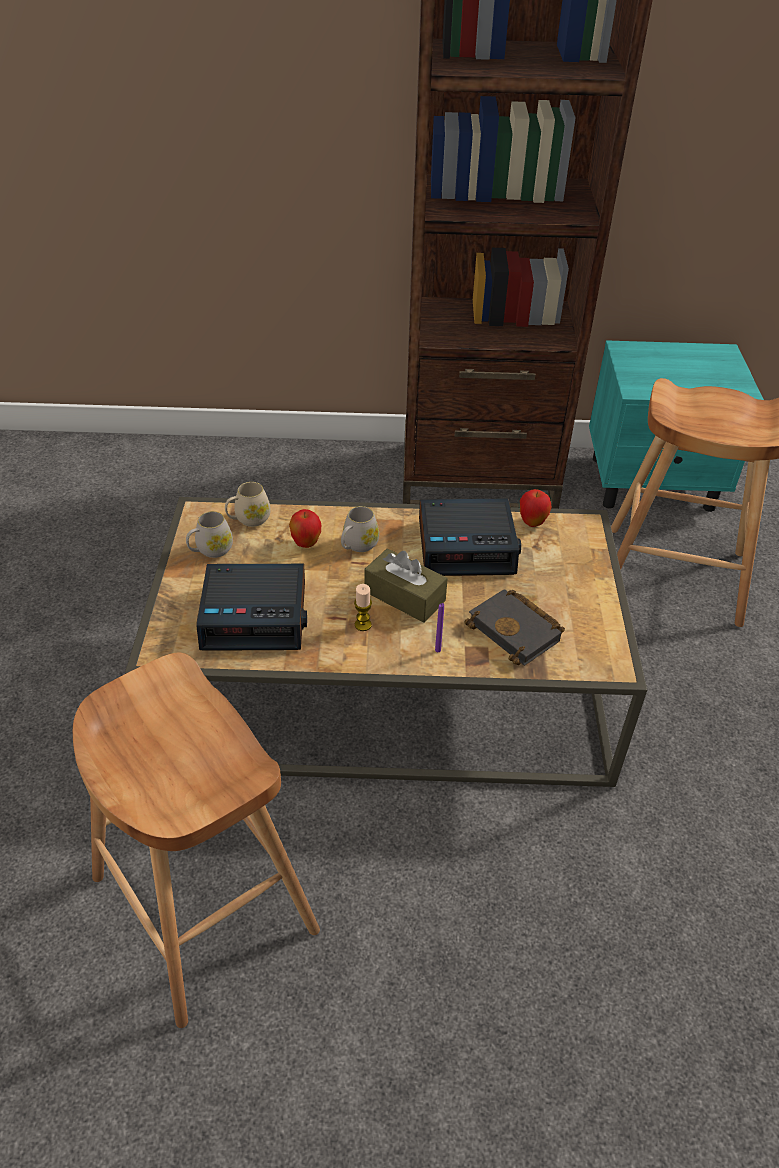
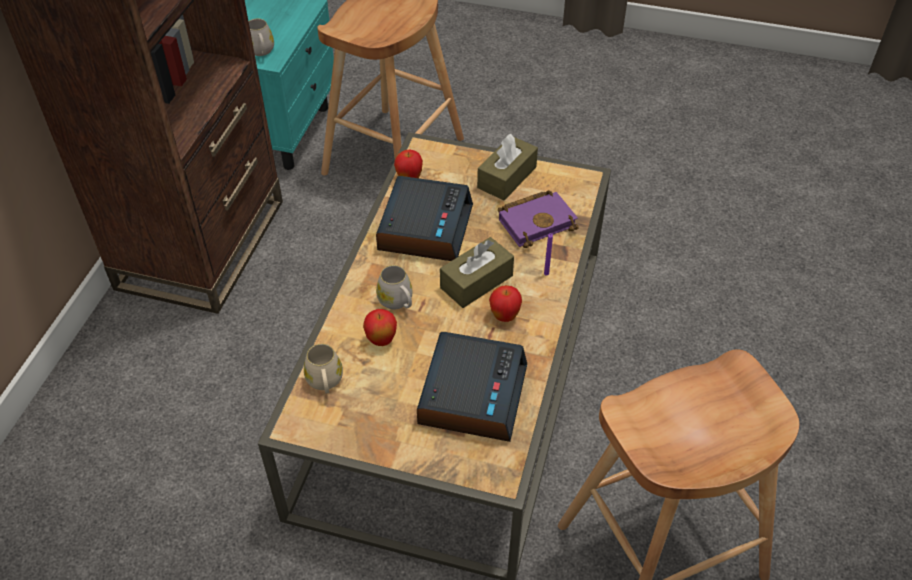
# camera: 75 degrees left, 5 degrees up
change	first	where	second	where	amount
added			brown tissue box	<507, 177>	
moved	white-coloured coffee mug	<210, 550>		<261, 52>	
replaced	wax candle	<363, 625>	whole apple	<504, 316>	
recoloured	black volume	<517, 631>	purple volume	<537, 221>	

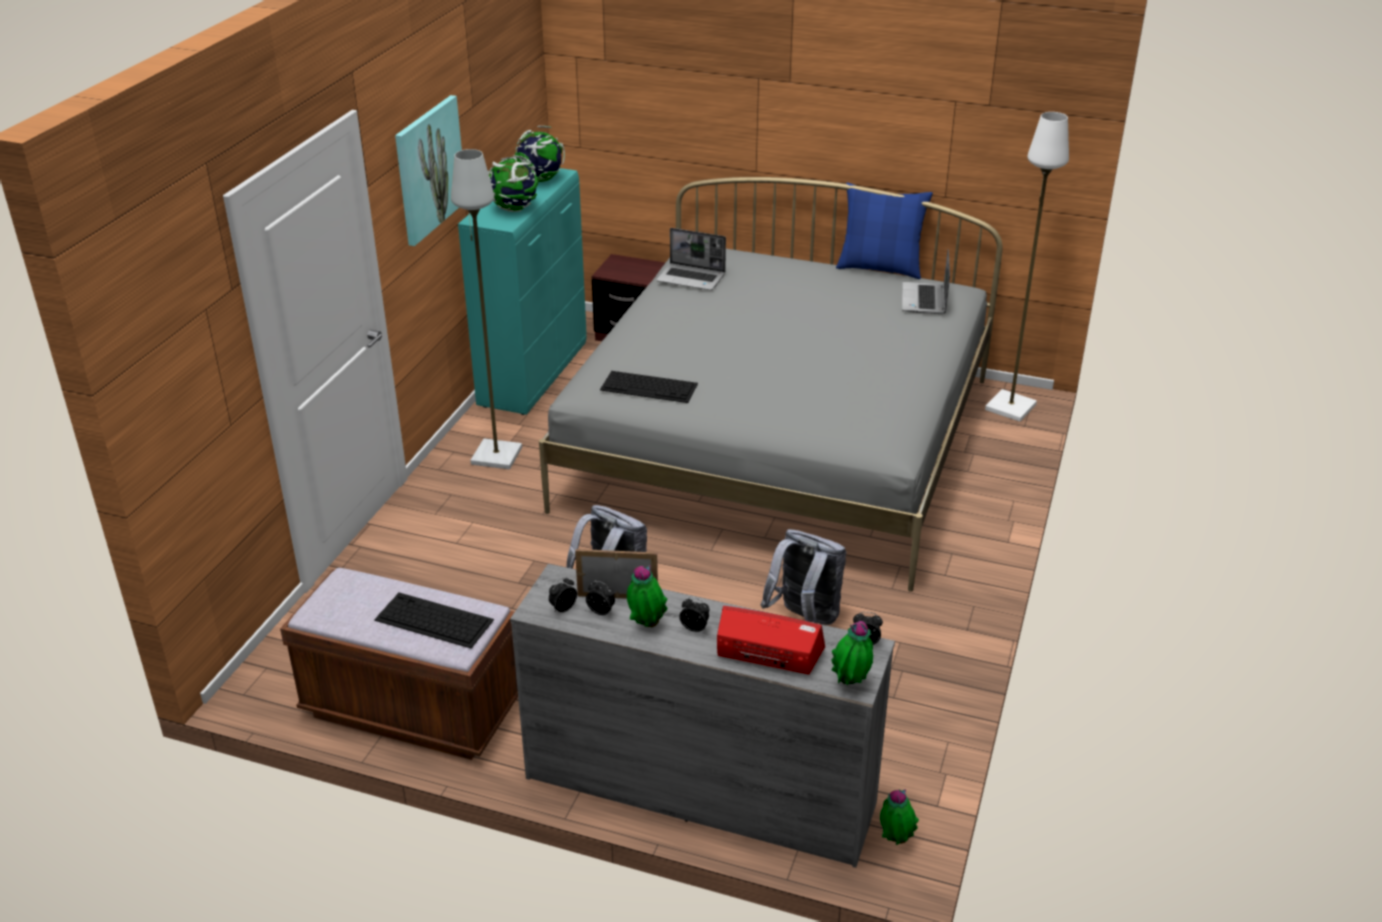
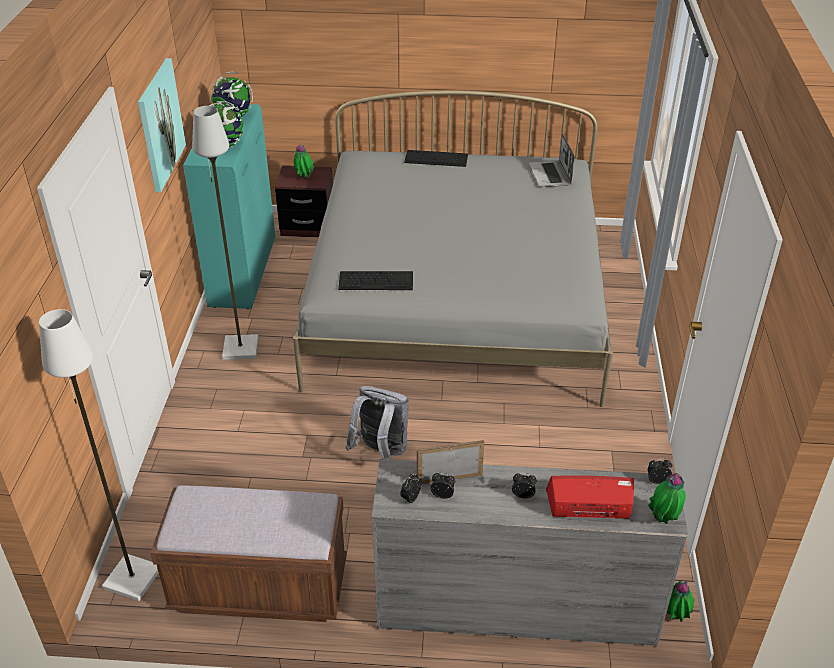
# camera: 15 degrees left, 5 degrees up
change	first	where	second	where	amount
removed	laptop	<692, 278>			
removed	greyish backpack	<804, 619>			
removed	blue cushion	<880, 268>			
moved	keyboard	<432, 620>		<435, 158>	
moved	houseplant	<646, 624>		<304, 178>	
moved	white-coloured standard lamp	<1011, 408>		<133, 579>	

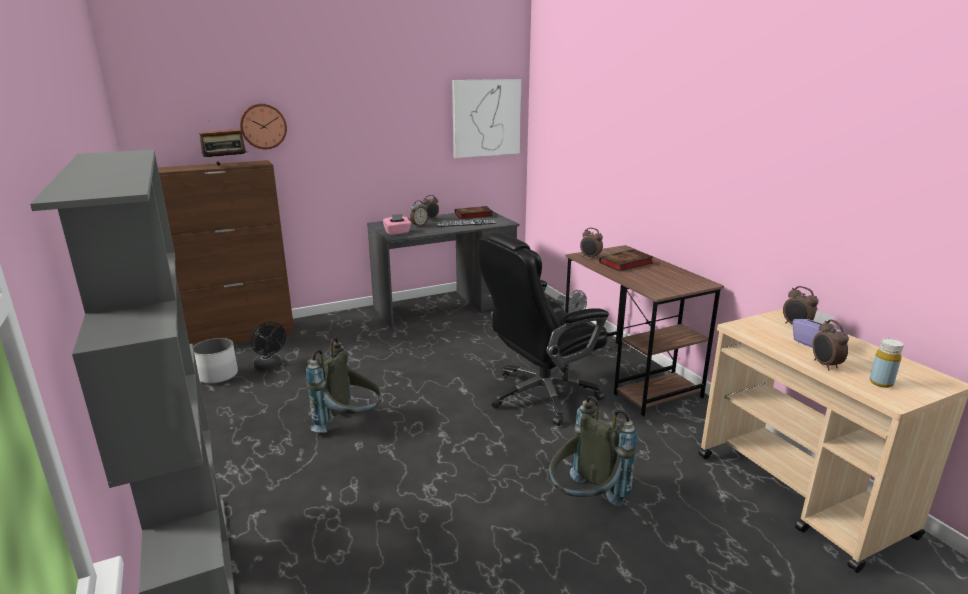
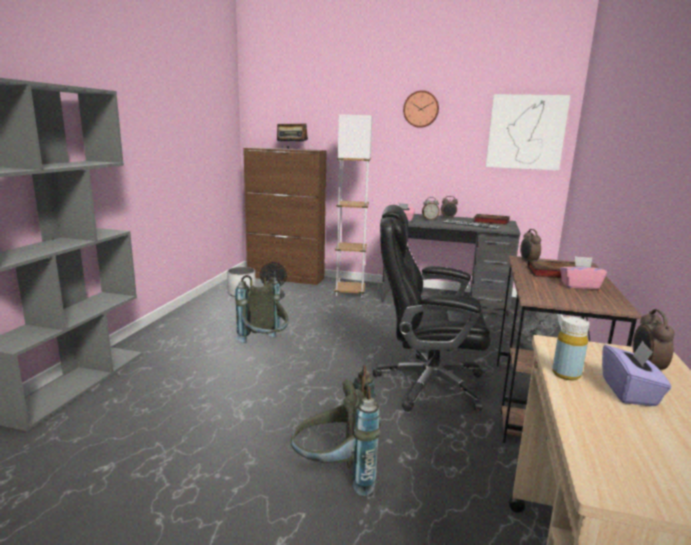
# camera: 40 degrees right, 5 degrees down
change	first	where	second	where	amount
removed	table clock	<825, 365>			
added			white-coloured standard lamp	<349, 292>	
added			pink tissue box	<579, 286>	
moved	clock on the wall	<263, 126>		<421, 109>	
moved	yellow bottle	<881, 383>		<566, 374>	

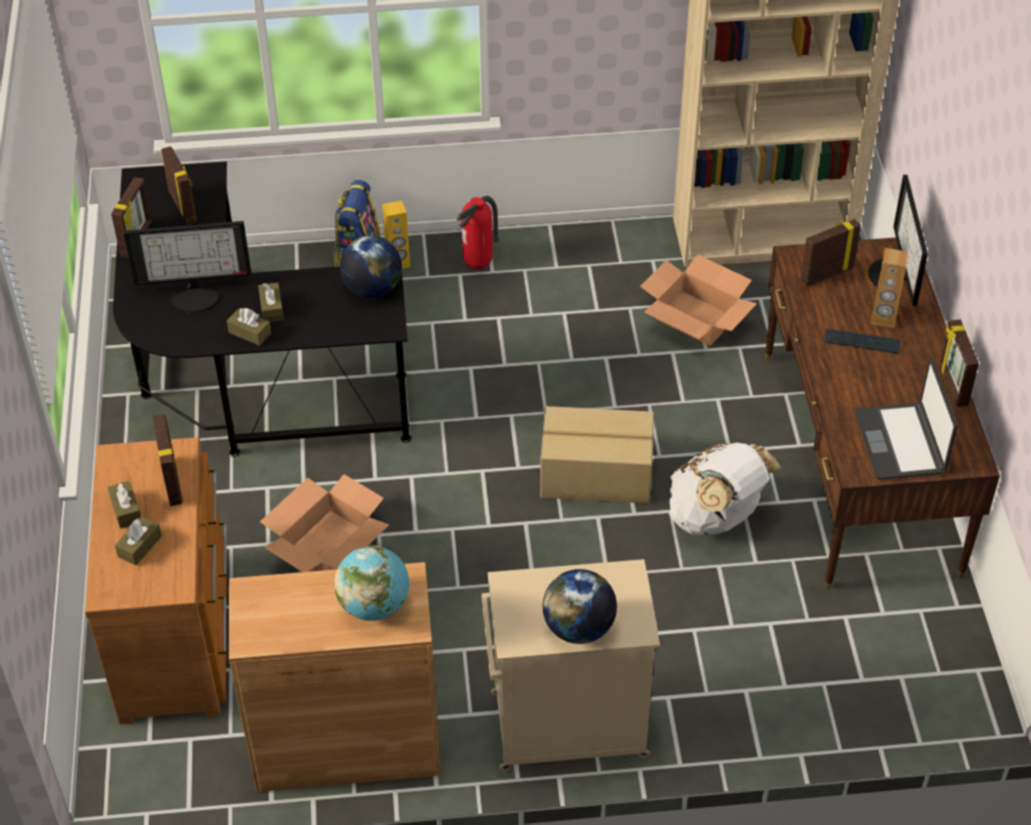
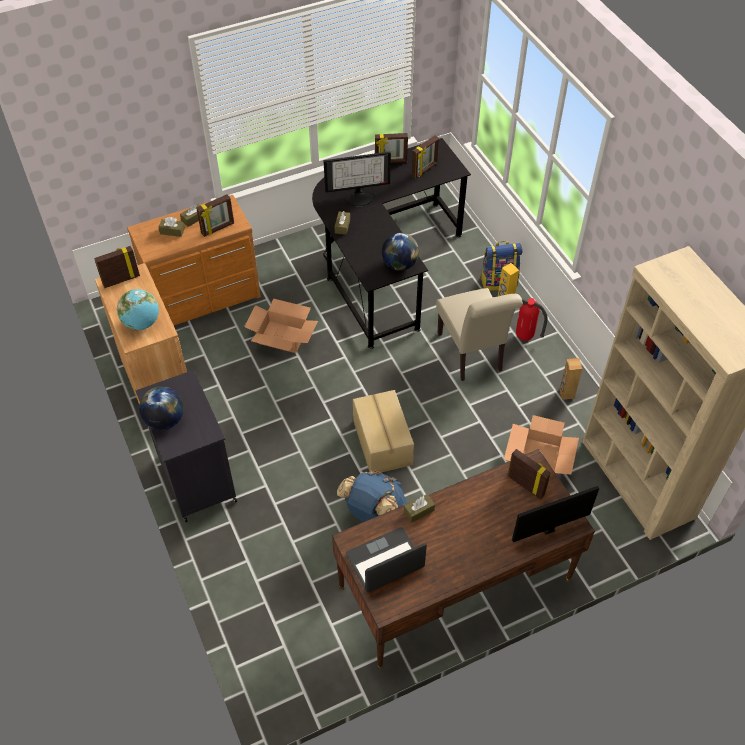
# camera: 70 degrees right, 5 degrees up
change	first	where	second	where	amount
removed	keyboard	<862, 342>			
added			beige plain chair	<472, 355>	
moved	brown tissue box	<271, 308>		<419, 511>	
moved	brown audio speaker	<883, 318>		<566, 393>	
moved	picture frame	<952, 385>		<121, 280>	
recoloured	beige cabinet	<565, 726>	black cabinet	<196, 477>	
recoloured	white-coloured backpack	<716, 517>	blue backpack	<374, 513>	
turned	computer display	<196, 296>		<359, 197>	75 degrees counterclockwise

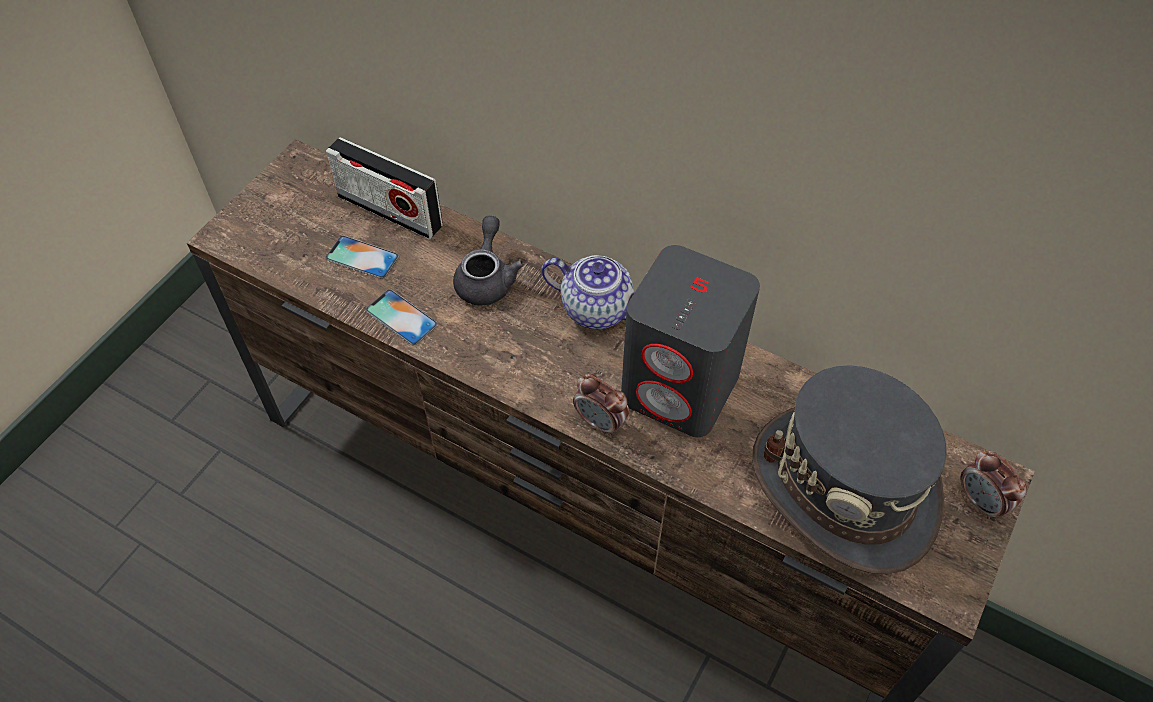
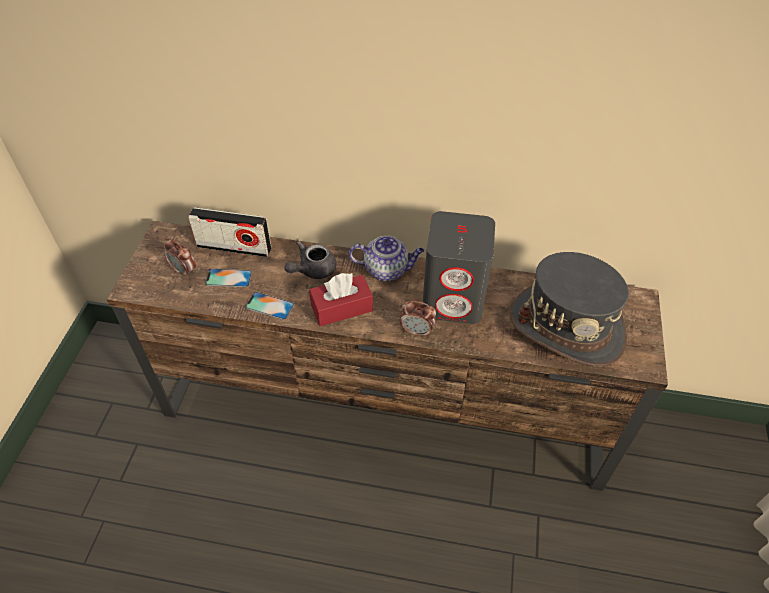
# camera: 20 degrees left, 5 degrees down
change	first	where	second	where	amount
added			reddish tissue box	<341, 308>	
moved	table clock	<980, 502>		<184, 271>	
turned	greyish pot for tea	<487, 278>		<312, 270>	120 degrees counterclockwise

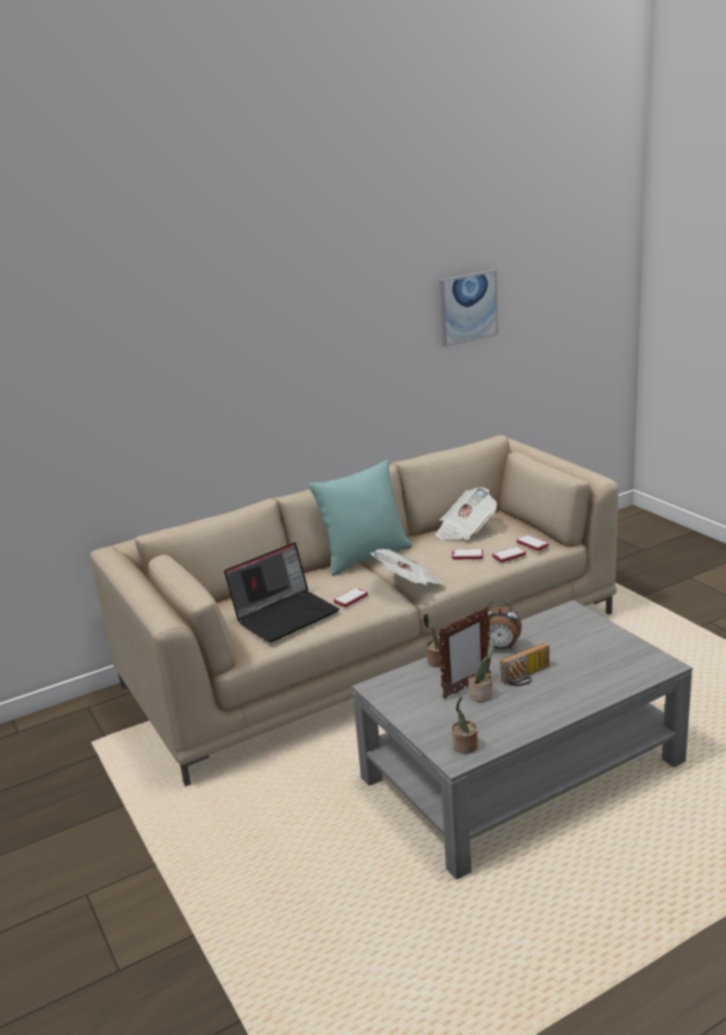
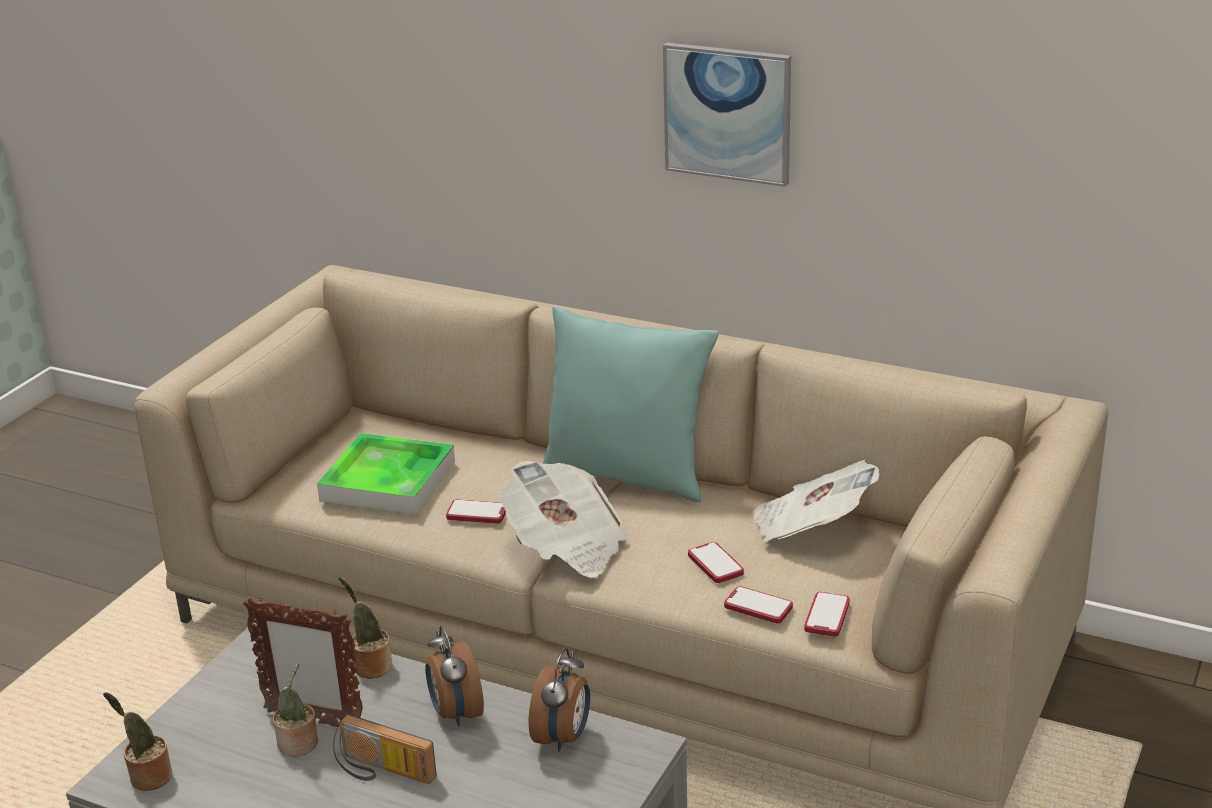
# camera: 55 degrees right, 5 degrees up
change	first	where	second	where	amount
added			table clock	<563, 737>	
moved	picture	<468, 307>		<728, 113>	
replaced	laptop	<286, 614>	carrying tray	<388, 481>	

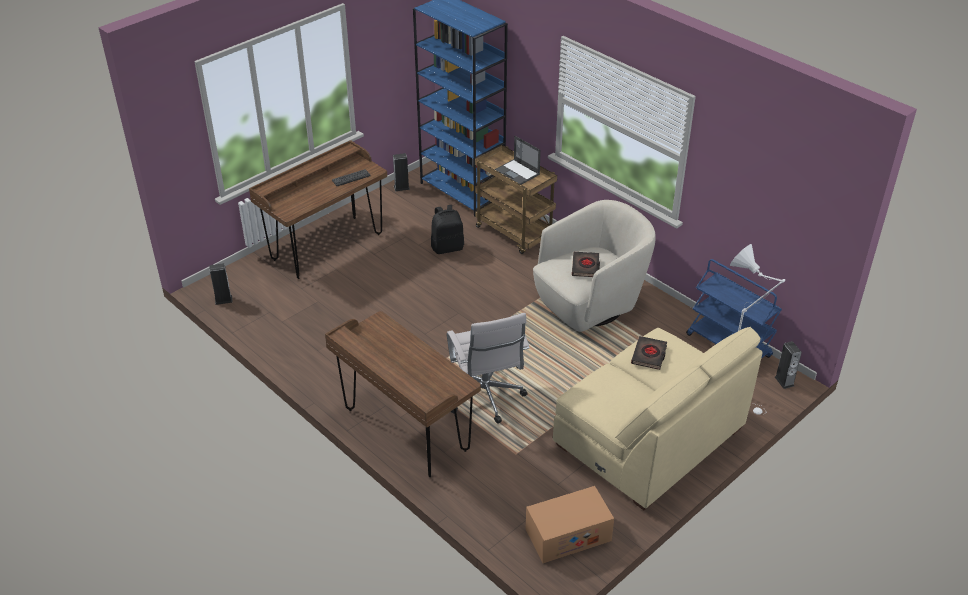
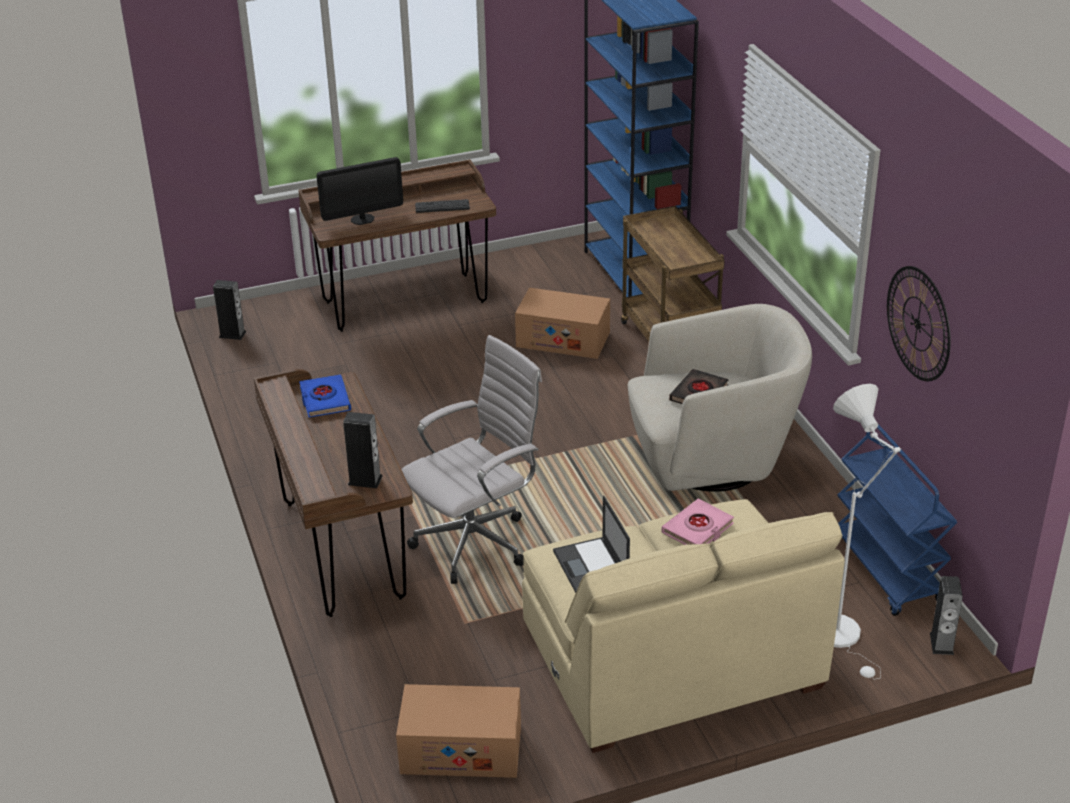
# camera: 25 degrees right, 5 degrees down
change	first	where	second	where	amount
added			blue volume	<325, 400>	
added			computer display	<362, 219>	
added			clock on the wall	<918, 323>	
moved	audio speaker	<401, 187>		<365, 480>	
moved	laptop	<517, 172>		<591, 567>	
replaced	black backpack	<447, 247>	carton	<563, 339>	
recoloured	black volume	<649, 355>	pink volume	<698, 529>	
turned	white-coloured office chair	<486, 398>		<477, 541>	135 degrees counterclockwise

